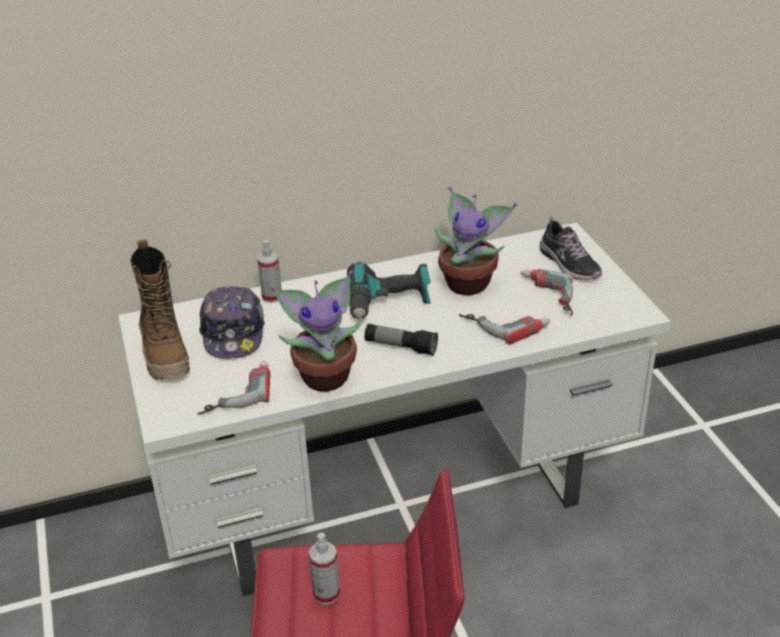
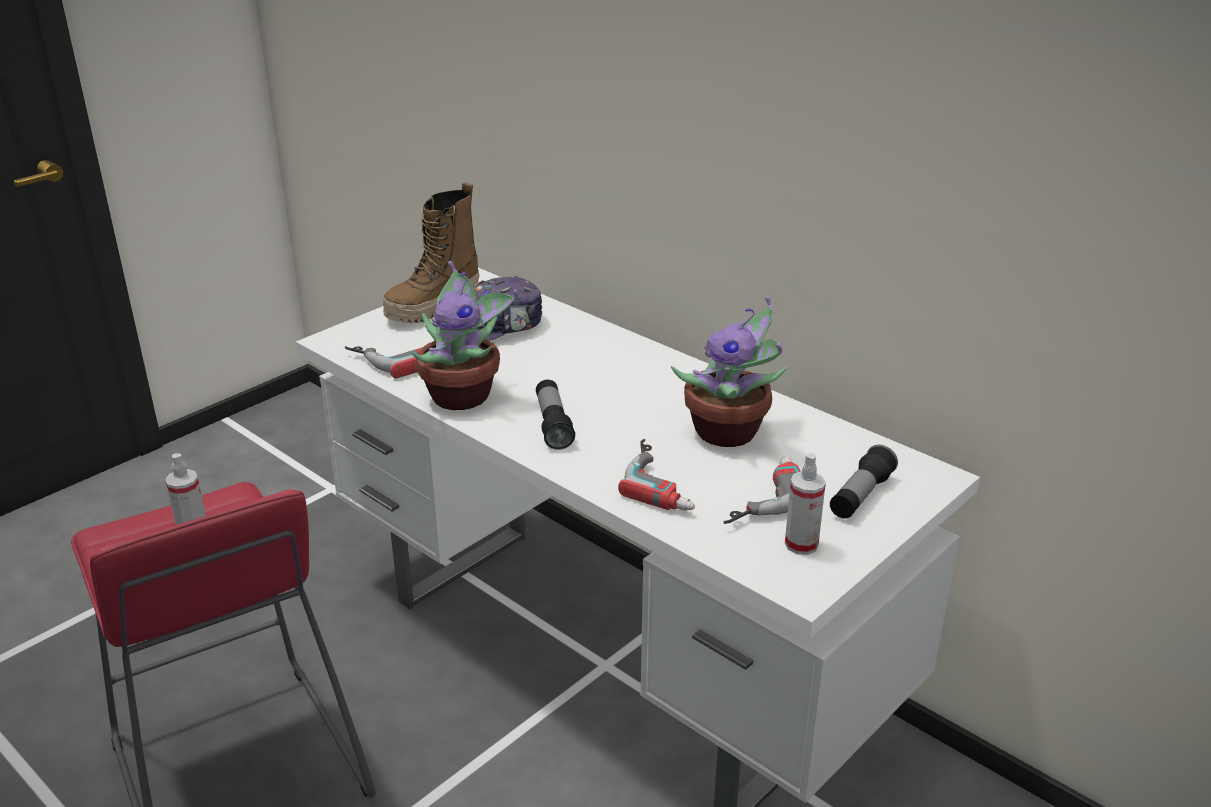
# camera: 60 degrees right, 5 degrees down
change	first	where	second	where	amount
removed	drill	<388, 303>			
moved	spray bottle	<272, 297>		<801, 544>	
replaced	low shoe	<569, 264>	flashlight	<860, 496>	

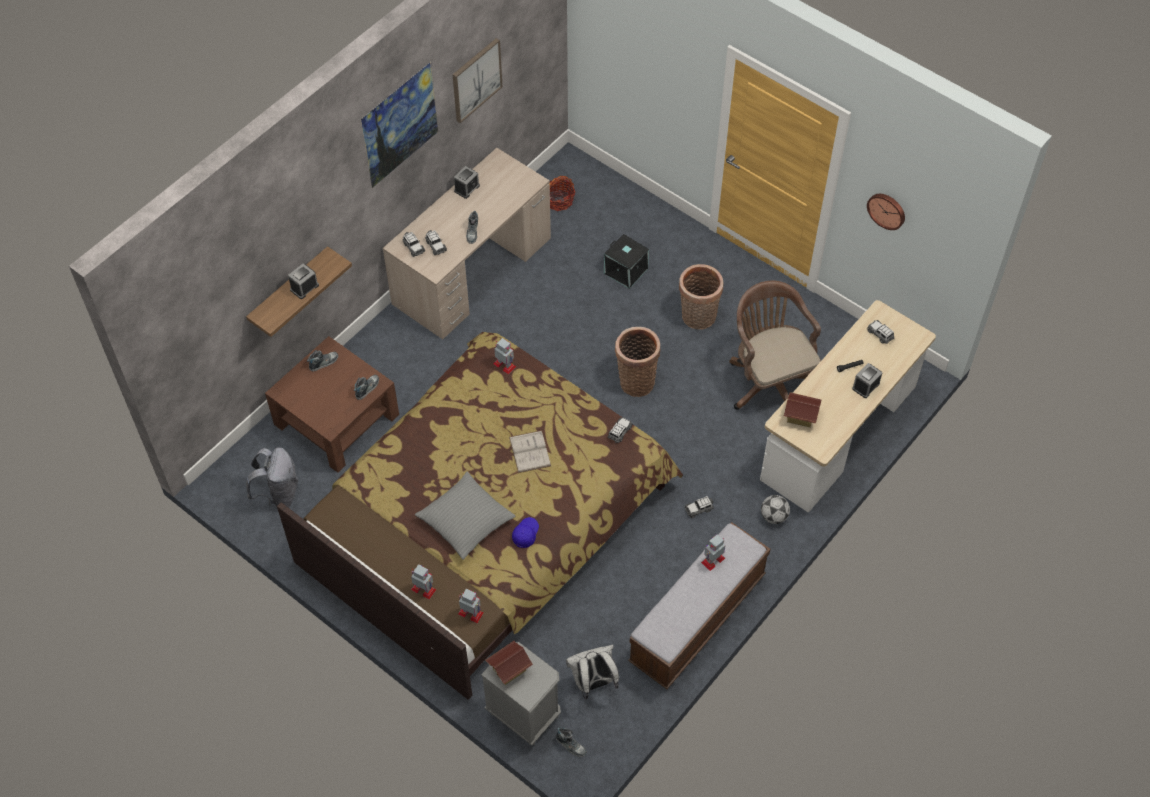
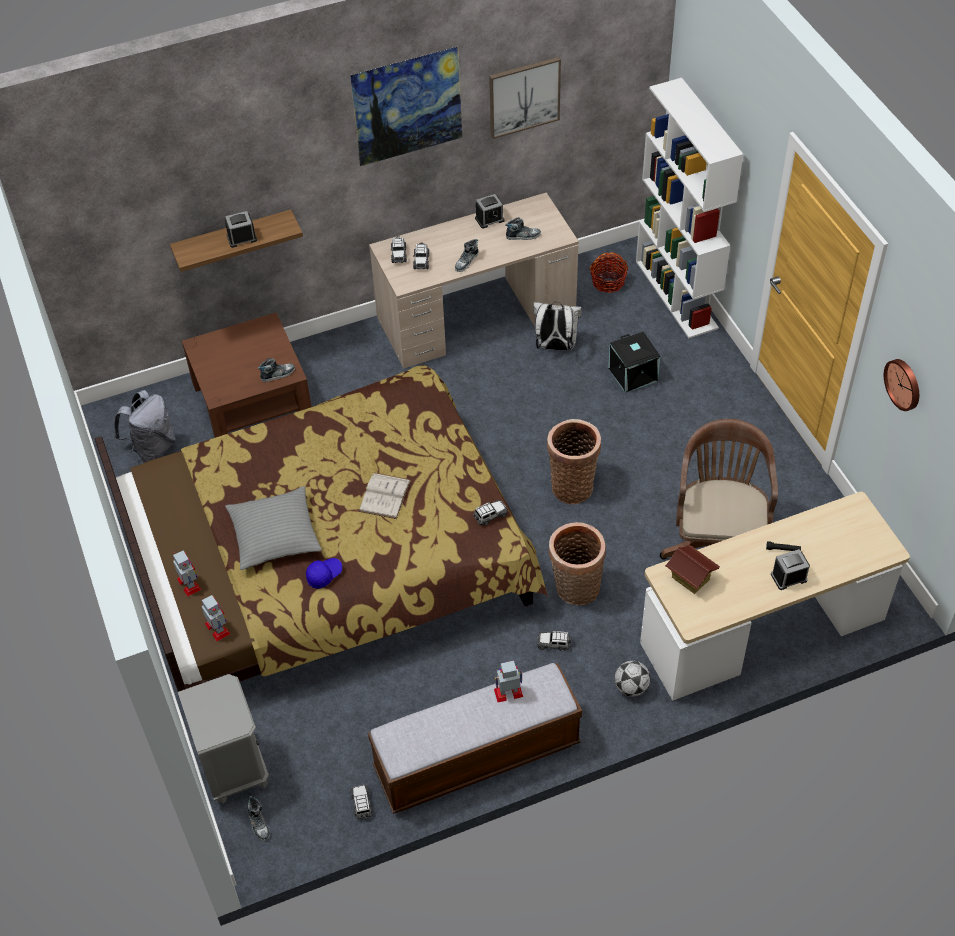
# camera: 30 degrees right, 5 degrees down
change	first	where	second	where	amount
removed	model house	<509, 670>			
removed	robot figure	<505, 365>			
added			white-coloured bookcase	<677, 294>	
moved	low shoe	<323, 362>		<523, 236>	
moved	white-coloured backpack	<593, 683>		<555, 346>	
moved	storage basket	<697, 318>		<575, 589>	
moved	model car	<880, 334>		<362, 804>	

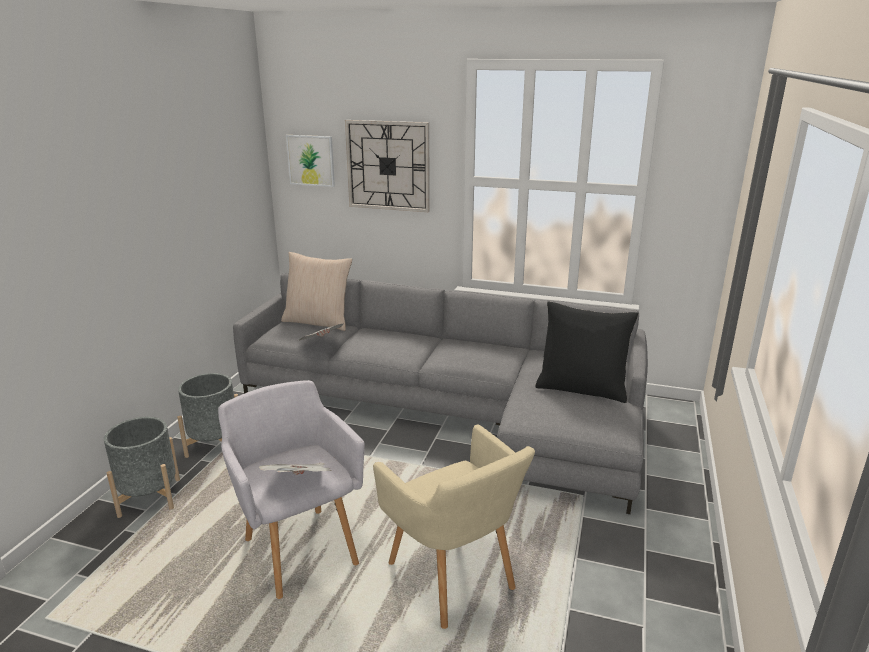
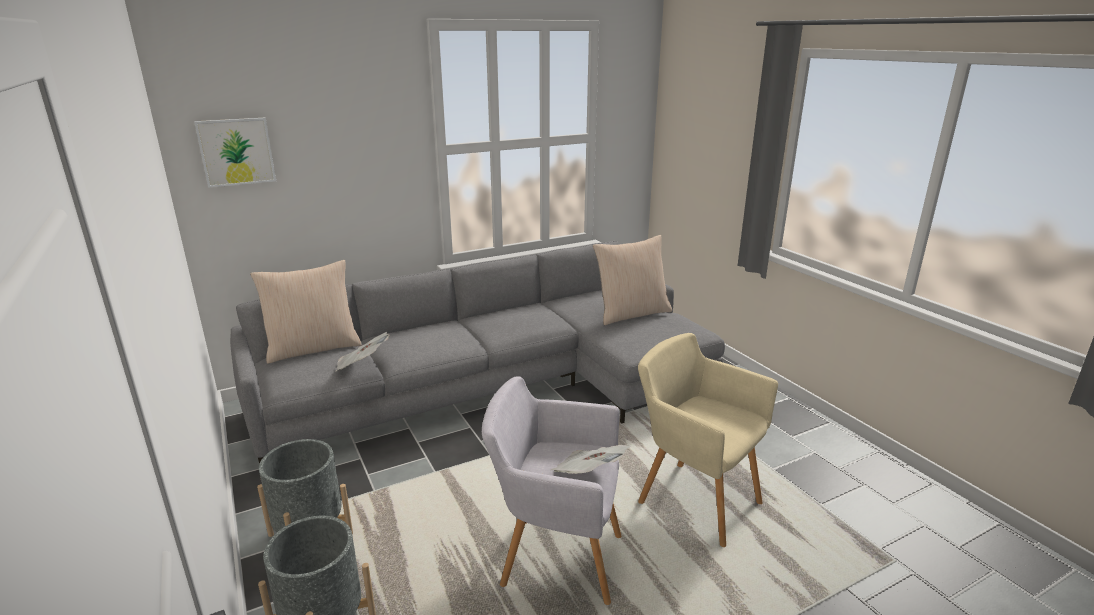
# camera: 45 degrees left, 0 degrees up
change	first	where	second	where	amount
removed	clock on the wall	<388, 166>			
recoloured	black cushion	<582, 388>	beige cushion	<631, 313>	
turned	beige easy chair	<454, 580>		<694, 499>	150 degrees counterclockwise

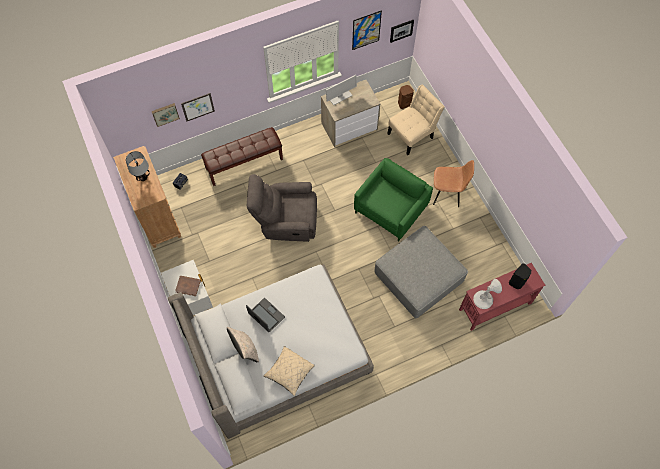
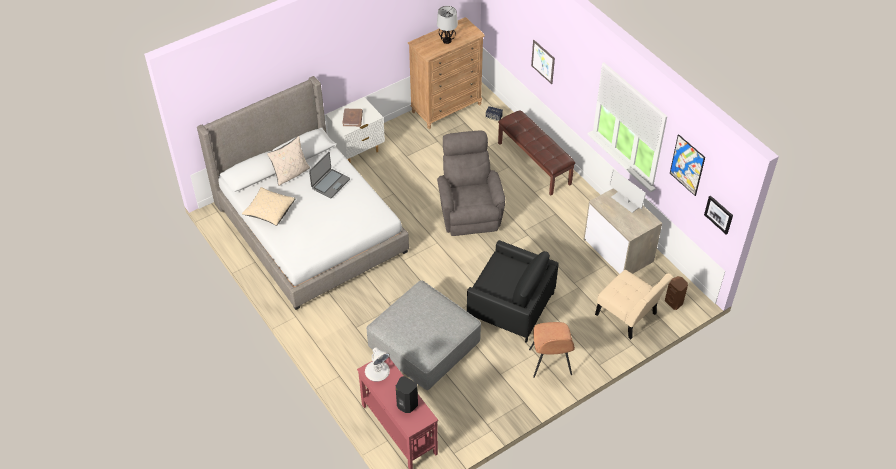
# camera: 80 degrees right, 15 degrees down
change	first	where	second	where	amount
removed	picture	<165, 114>			
recoloured	green easy chair	<391, 209>	black easy chair	<511, 306>	

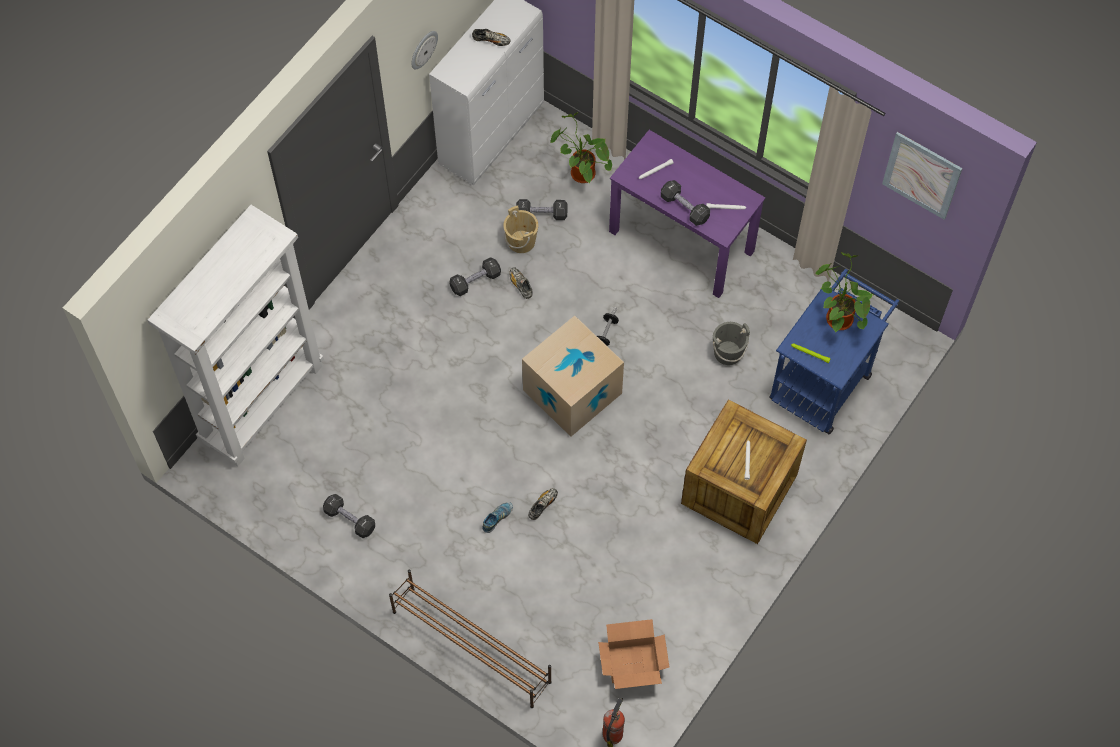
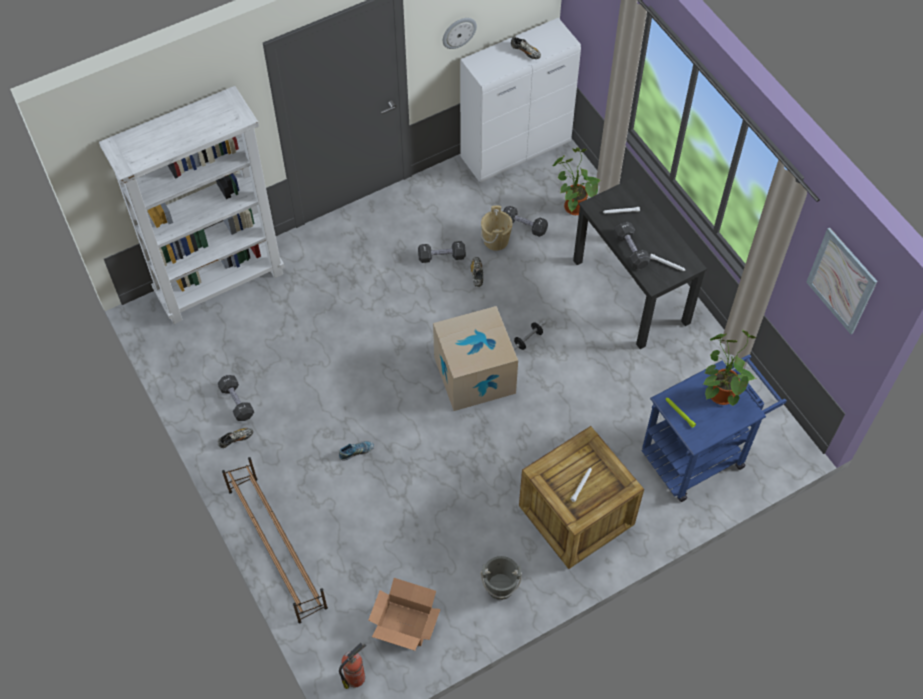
# camera: 25 degrees right, 5 degrees down
change	first	where	second	where	amount
moved	low shoe	<542, 505>		<236, 439>	
moved	greyish pail	<728, 352>		<500, 586>	
recoloured	purple desk unit	<682, 241>	black desk unit	<631, 292>	

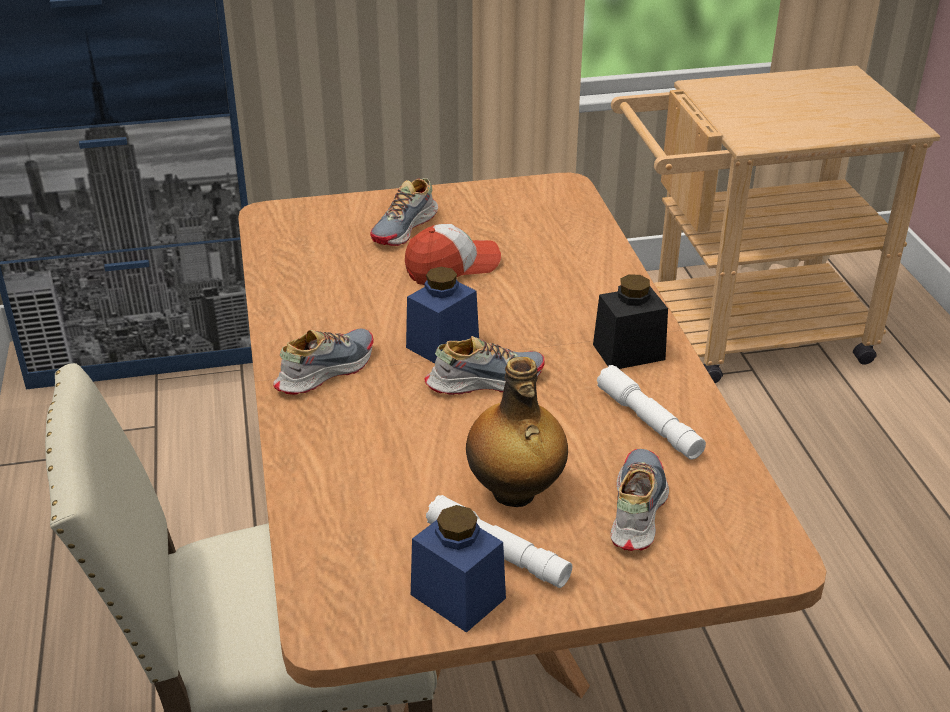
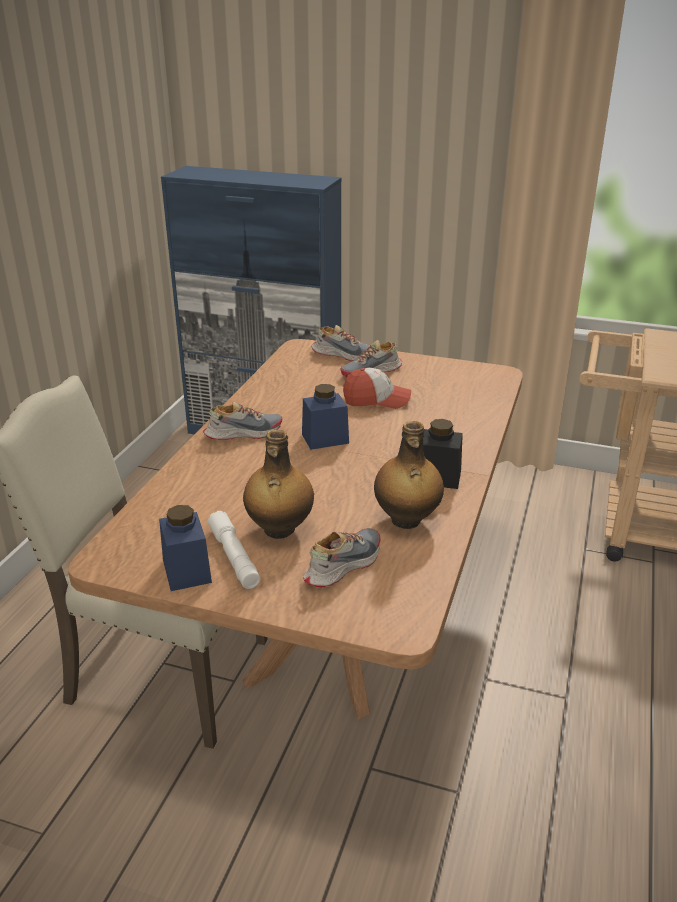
# camera: 30 degrees right, 5 degrees down
change	first	where	second	where	amount
moved	low shoe	<484, 381>		<343, 354>	
replaced	white-coloured flashlight	<649, 422>	bottle	<406, 520>	

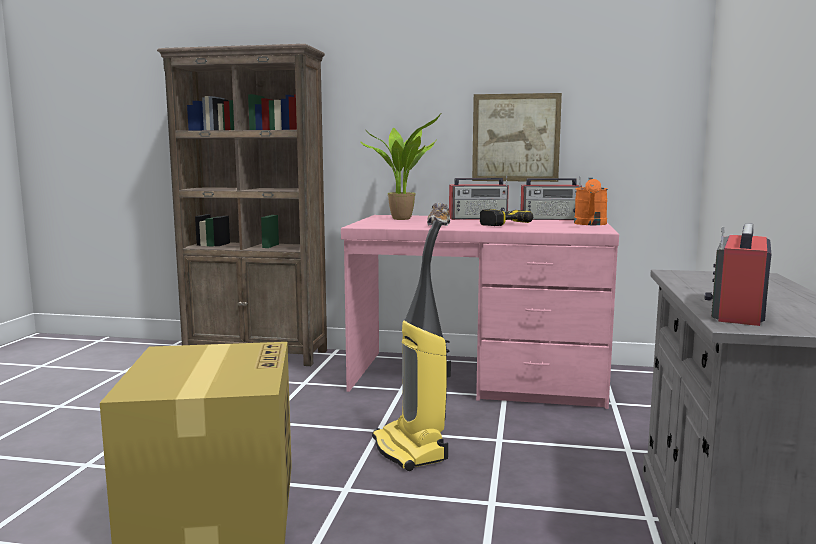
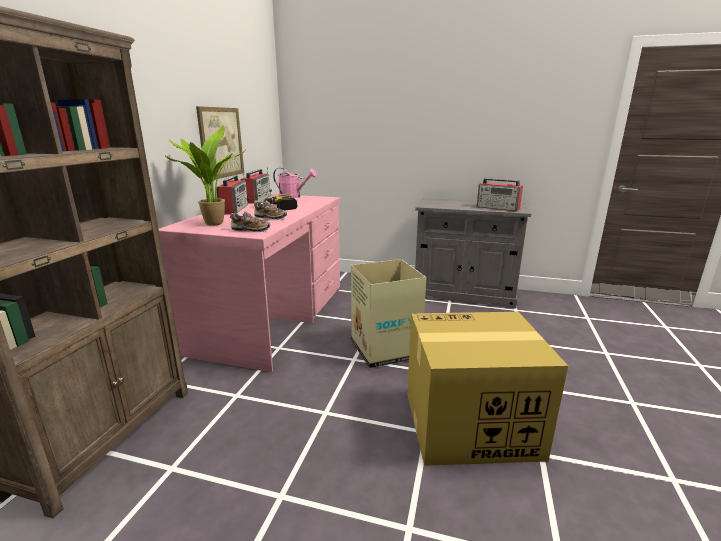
# camera: 85 degrees left, 10 degrees up
change	first	where	second	where	amount
added			low shoe	<250, 230>	
replaced	vacuum	<411, 450>	carton	<384, 349>	
recoloured	orangey watering can	<590, 224>	pink watering can	<293, 196>	

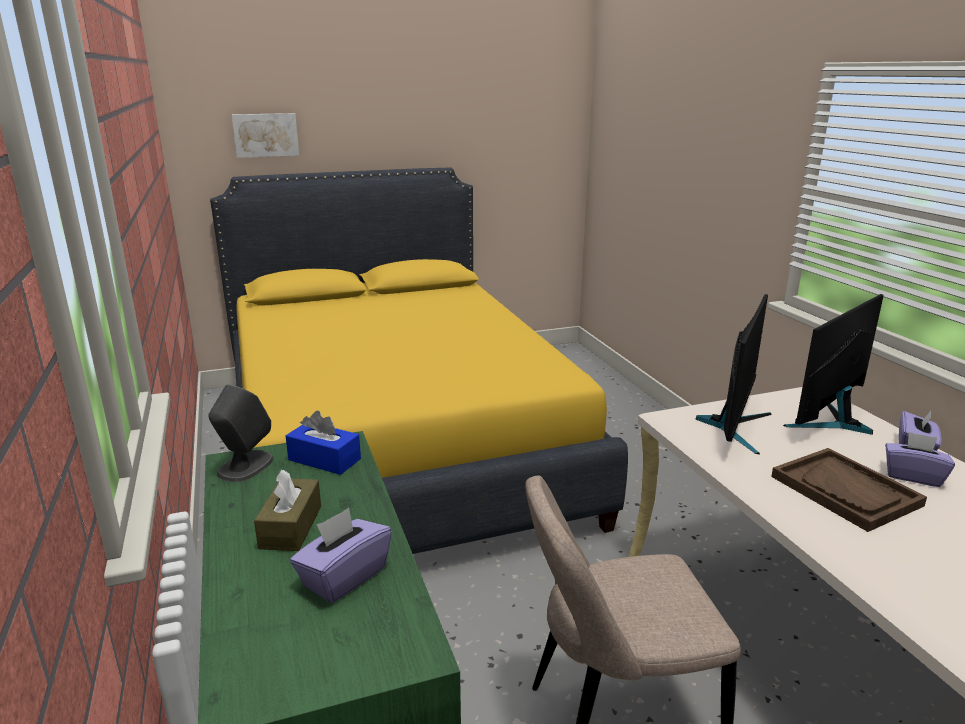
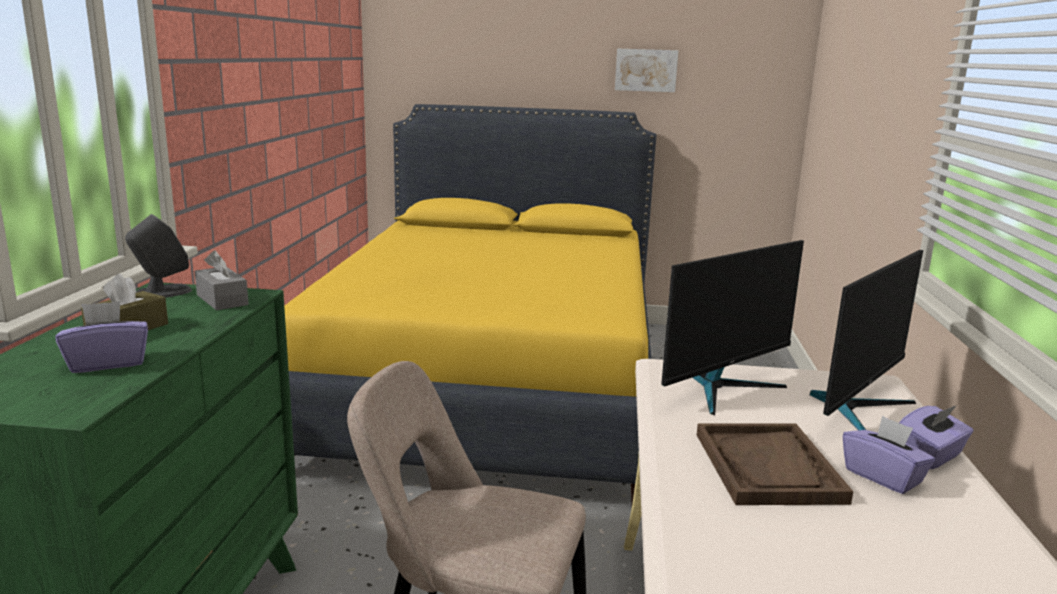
# camera: 25 degrees right, 5 degrees down
change	first	where	second	where	amount
moved	picture	<265, 135>		<646, 70>	
recoloured	blue tissue box	<324, 459>	greyish tissue box	<222, 300>	
turned	computer display	<832, 421>		<857, 409>	150 degrees clockwise

